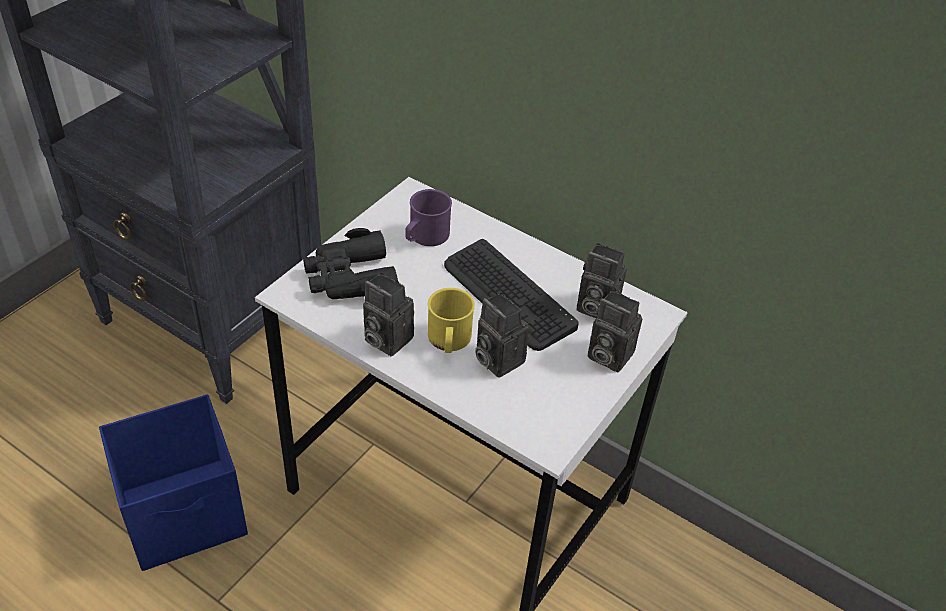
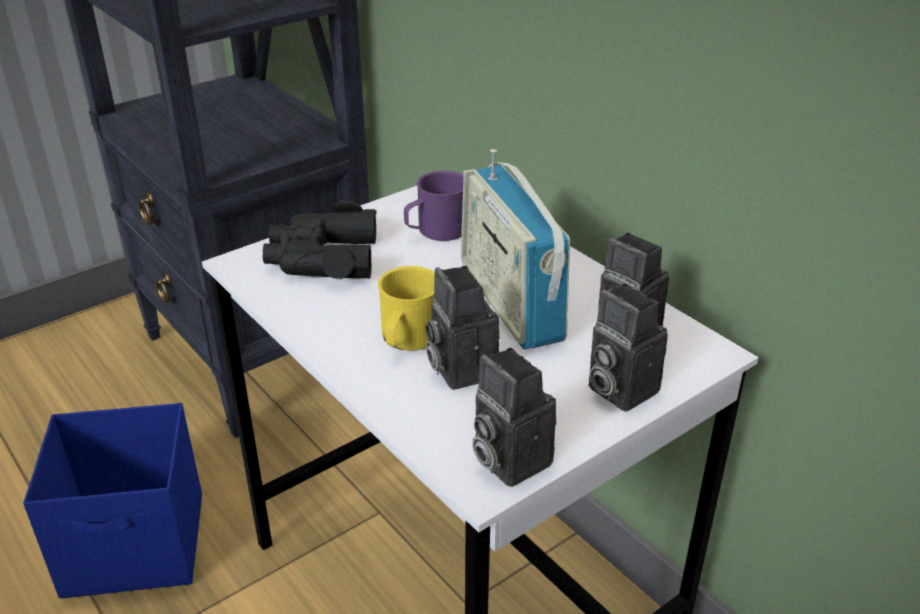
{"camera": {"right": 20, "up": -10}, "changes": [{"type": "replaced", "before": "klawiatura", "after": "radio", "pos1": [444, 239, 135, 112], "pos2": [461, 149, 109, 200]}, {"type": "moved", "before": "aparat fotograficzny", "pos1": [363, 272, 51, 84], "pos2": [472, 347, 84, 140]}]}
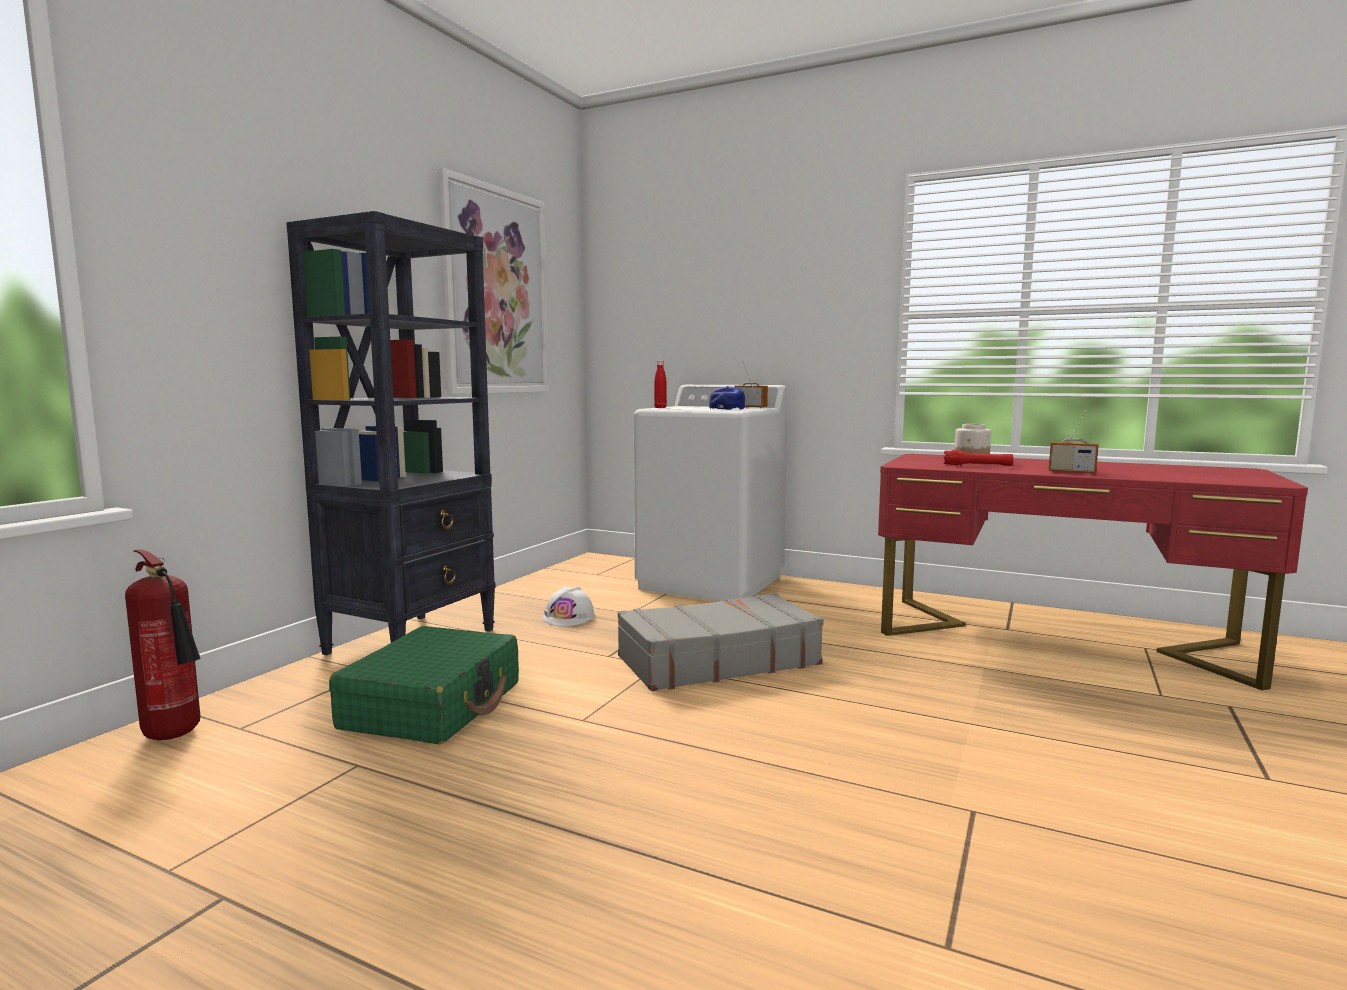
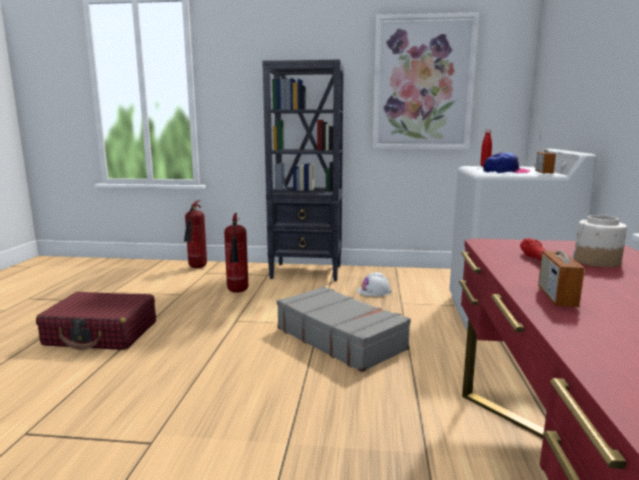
{"camera": {"right": 70, "up": 5}, "changes": [{"type": "added", "after": "walizka/czerwony", "pos2": [36, 292, 120, 58]}, {"type": "replaced", "before": "walizka/zielony", "after": "gaśnica", "pos1": [329, 626, 190, 118], "pos2": [224, 213, 24, 80]}]}
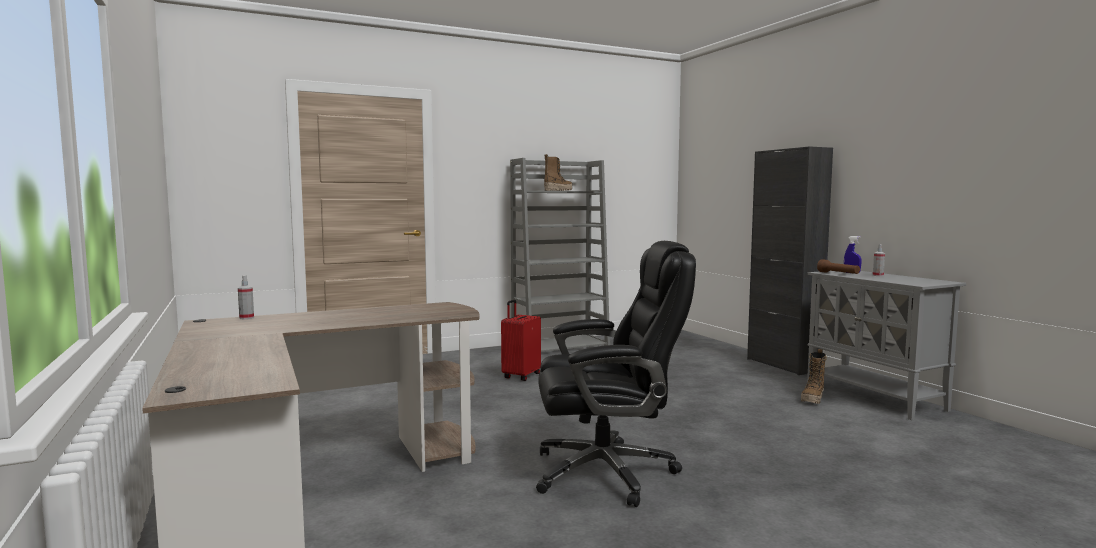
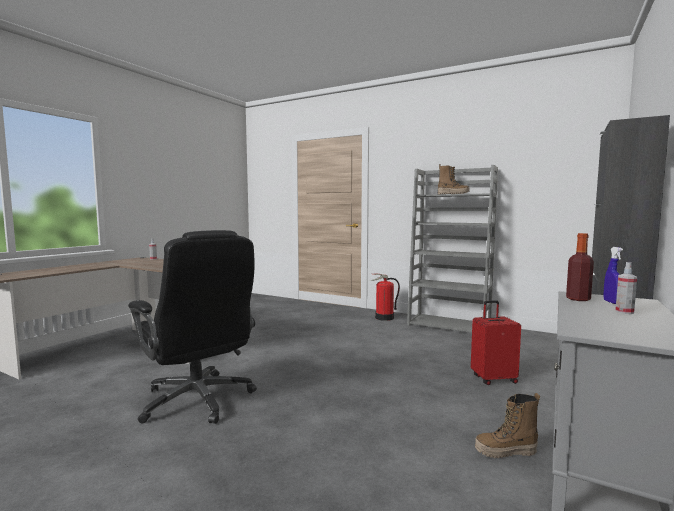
{"camera": {"right": 55, "up": 0}, "changes": [{"type": "added", "after": "gaśnica", "pos2": [370, 274, 30, 47]}, {"type": "moved", "before": "walizka/czerwony", "pos1": [501, 300, 40, 81], "pos2": [471, 300, 50, 85]}, {"type": "replaced", "before": "latarka/brązowy", "after": "butelka", "pos1": [817, 259, 43, 15], "pos2": [566, 233, 28, 68]}]}
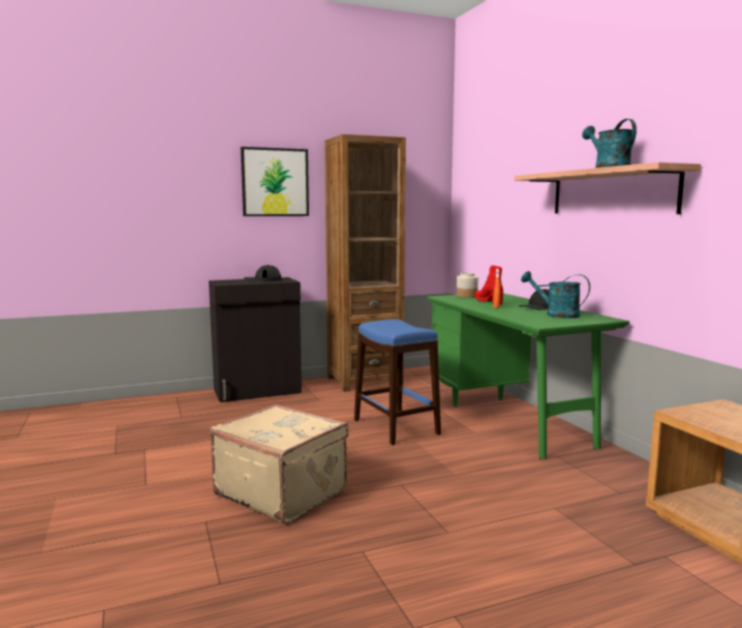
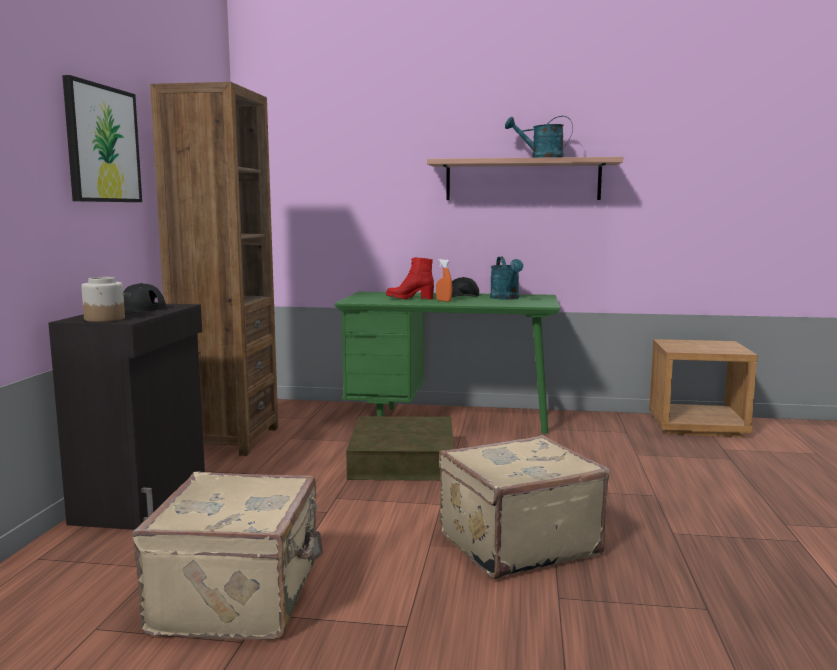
{"camera": {"right": -60, "up": 0}, "changes": [{"type": "moved", "before": "słoik", "pos1": [456, 273, 22, 25], "pos2": [81, 277, 44, 45]}, {"type": "added", "after": "walizka/beżowy", "pos2": [132, 472, 191, 168]}, {"type": "replaced", "before": "stołek/niebieski", "after": "pojemnik do przechowywania/brązowy", "pos1": [354, 319, 87, 126], "pos2": [346, 416, 108, 65]}, {"type": "turned", "before": "konewka/turkusowy", "pos1": [521, 271, 69, 47], "pos2": [490, 257, 33, 43], "turn": -75}]}
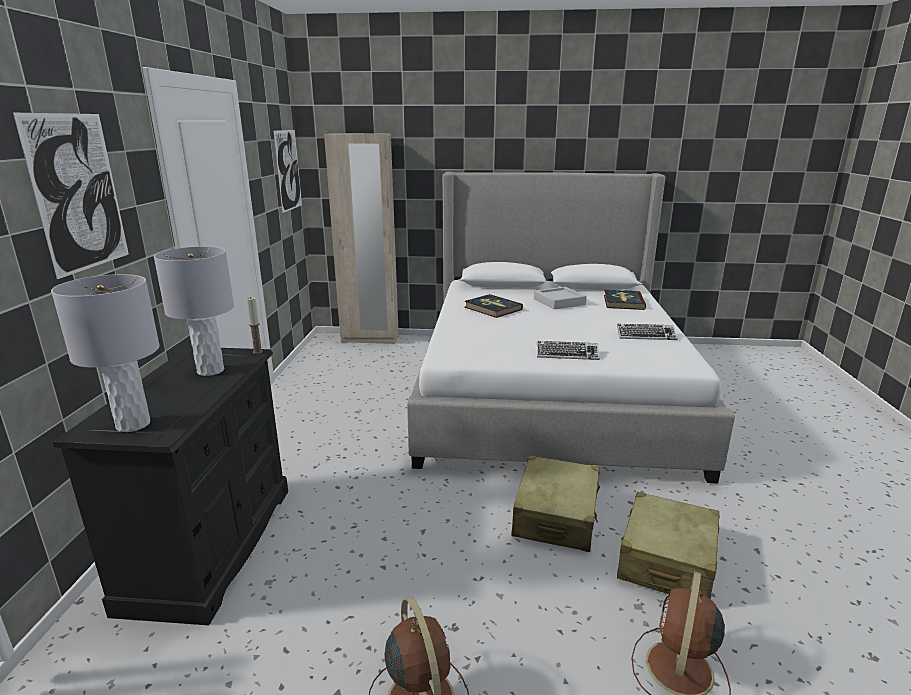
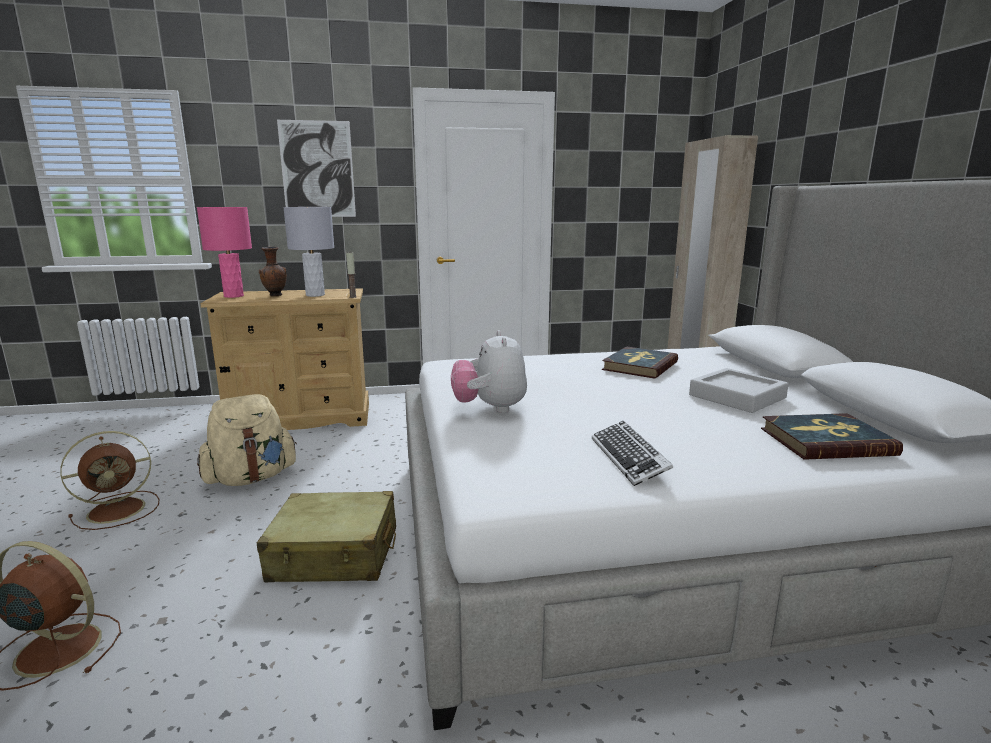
{"camera": {"right": 75, "up": -5}, "changes": [{"type": "recoloured", "before": "lampa stołowa/szary", "after": "lampa stołowa/różowy", "pos1": [51, 274, 109, 158], "pos2": [197, 207, 55, 91]}, {"type": "added", "after": "plecak/beżowy", "pos2": [197, 394, 100, 92]}, {"type": "recoloured", "before": "komoda/czarny", "after": "komoda/beżowy", "pos1": [53, 347, 235, 278], "pos2": [201, 288, 168, 142]}, {"type": "added", "after": "wazon/brązowy", "pos2": [259, 247, 28, 50]}, {"type": "replaced", "before": "klawiatura", "after": "pluszak", "pos1": [537, 341, 63, 19], "pos2": [451, 330, 76, 83]}, {"type": "removed", "before": "obraz", "pos1": [273, 130, 29, 83]}, {"type": "removed", "before": "walizka/beżowy", "pos1": [617, 492, 103, 107]}]}
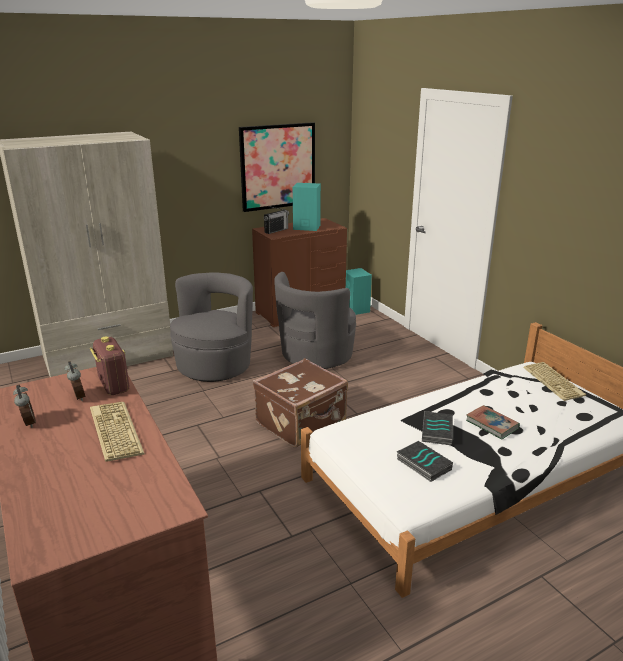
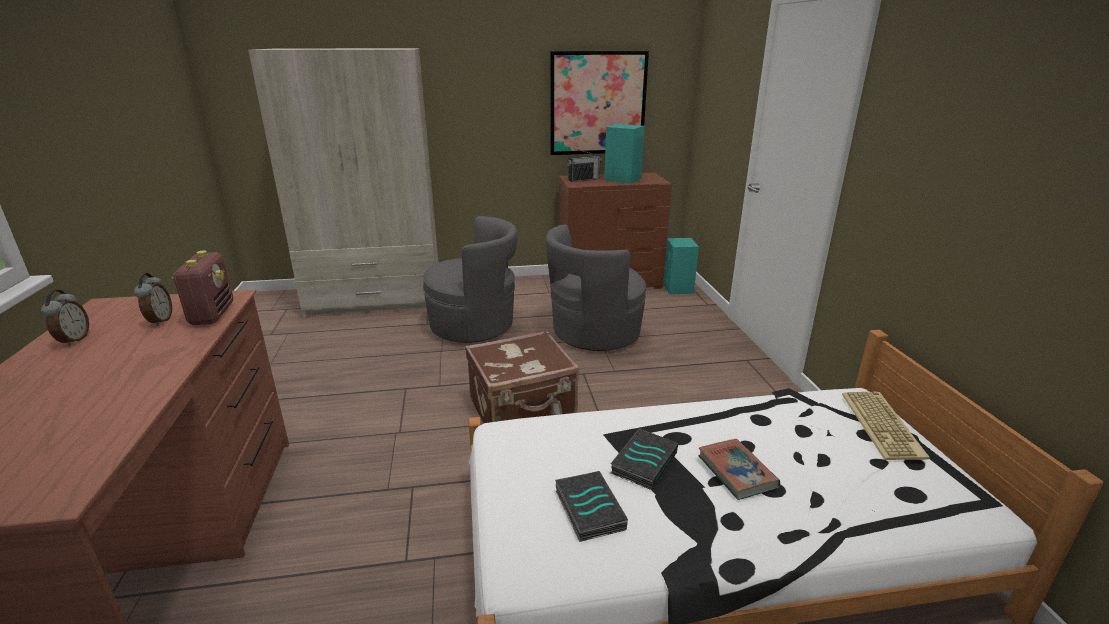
{"camera": {"right": 20, "up": 0}, "changes": [{"type": "turned", "before": "fotel/szary", "pos1": [170, 272, 83, 110], "pos2": [423, 216, 95, 127], "turn": 45}, {"type": "removed", "before": "klawiatura", "pos1": [90, 402, 55, 60]}]}
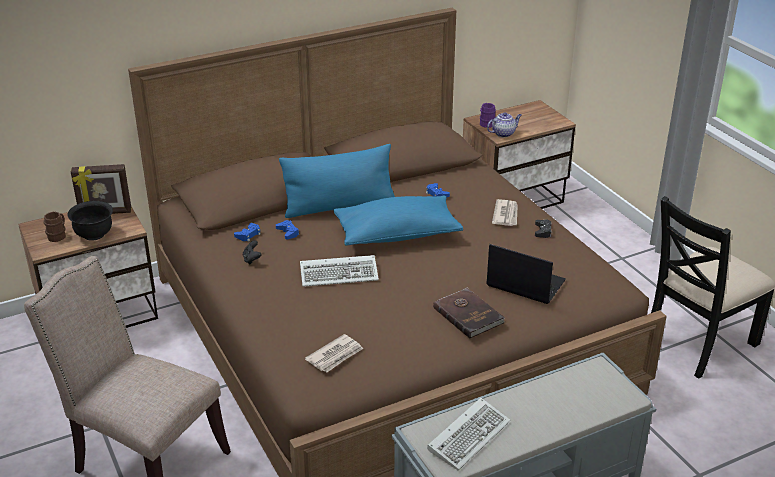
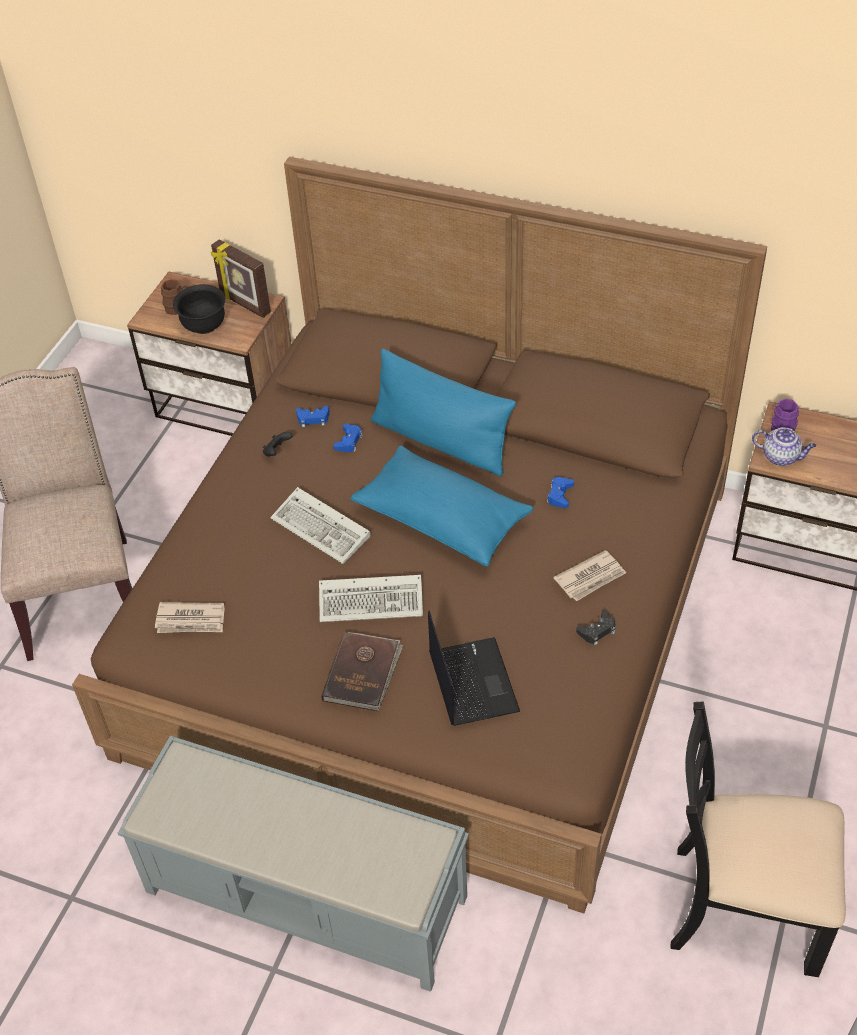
{"camera": {"right": 50, "up": 15}, "changes": [{"type": "moved", "before": "klawiatura", "pos1": [427, 398, 84, 73], "pos2": [319, 575, 104, 47]}]}
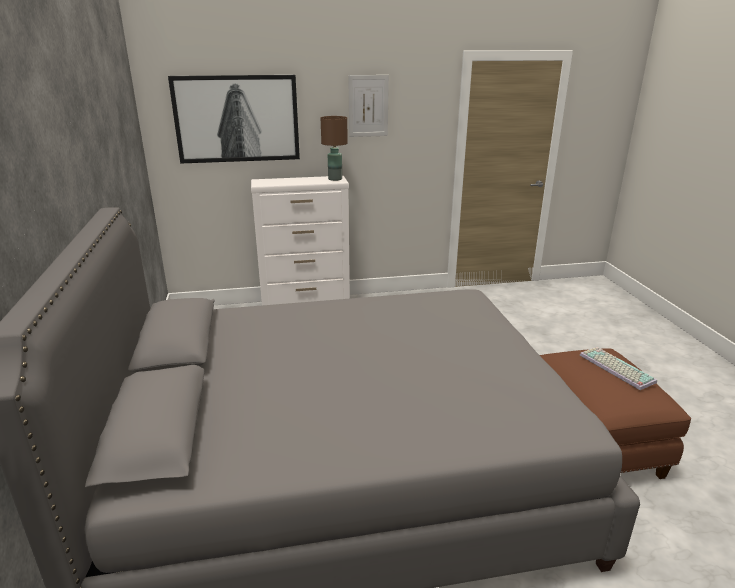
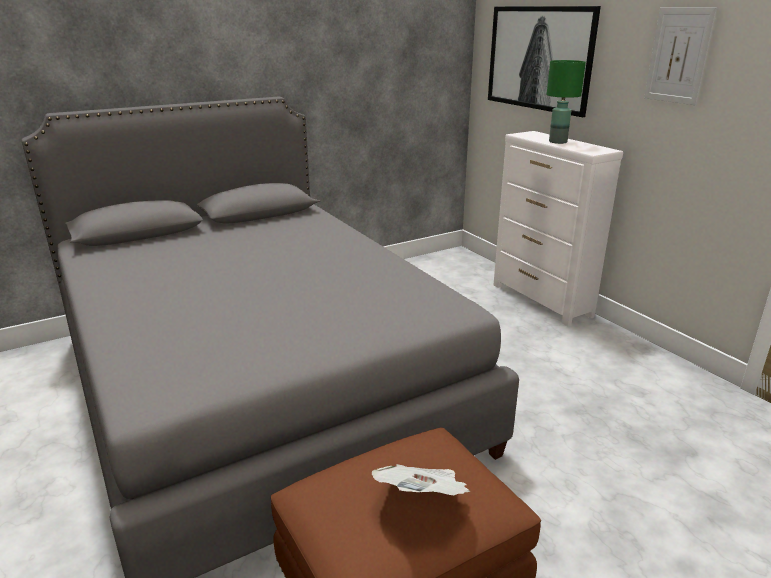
{"camera": {"right": 70, "up": 0}, "changes": [{"type": "replaced", "before": "klawiatura", "after": "gazeta", "pos1": [579, 347, 78, 43], "pos2": [372, 464, 98, 31]}, {"type": "added", "after": "lampa stołowa/zielony", "pos2": [547, 60, 39, 84]}, {"type": "removed", "before": "lampa stołowa/brązowy", "pos1": [321, 116, 27, 65]}]}
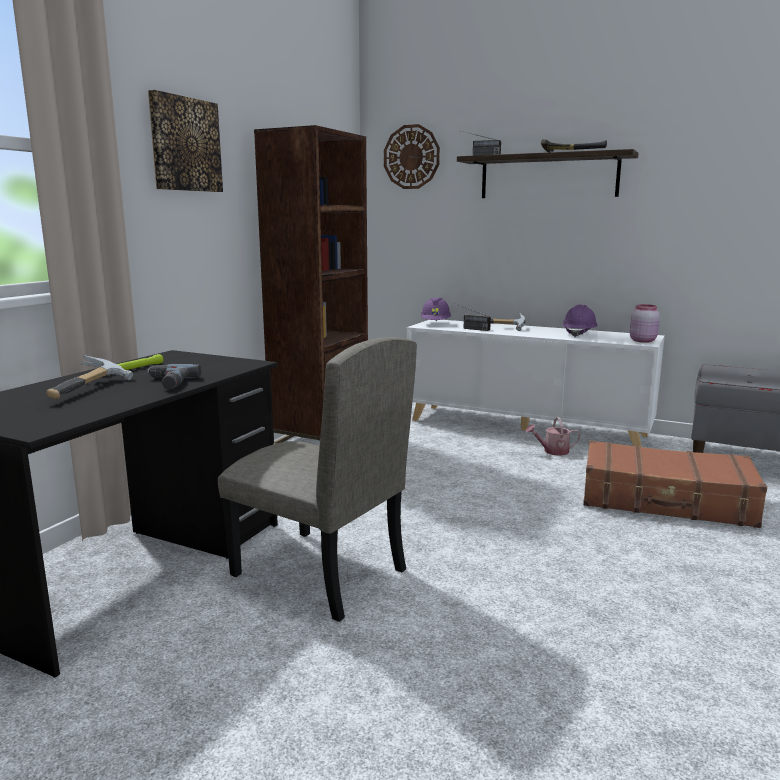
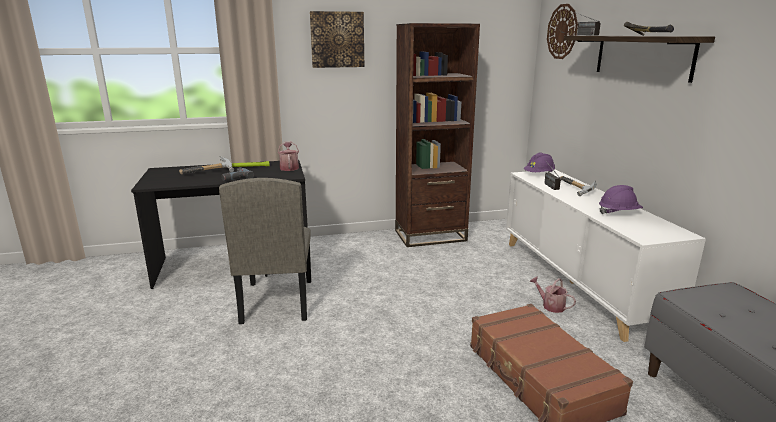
{"camera": {"right": 50, "up": 5}, "changes": [{"type": "added", "after": "konewka", "pos2": [278, 141, 21, 30]}, {"type": "removed", "before": "słoik/różowy", "pos1": [630, 304, 30, 39]}]}
